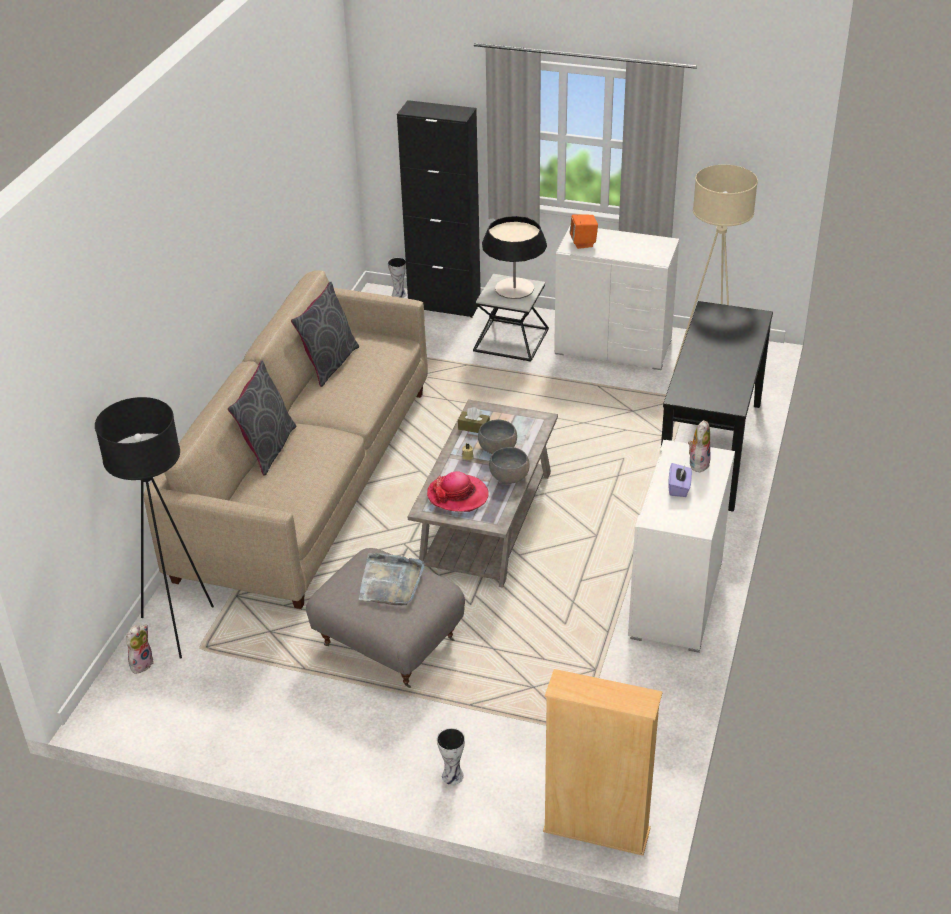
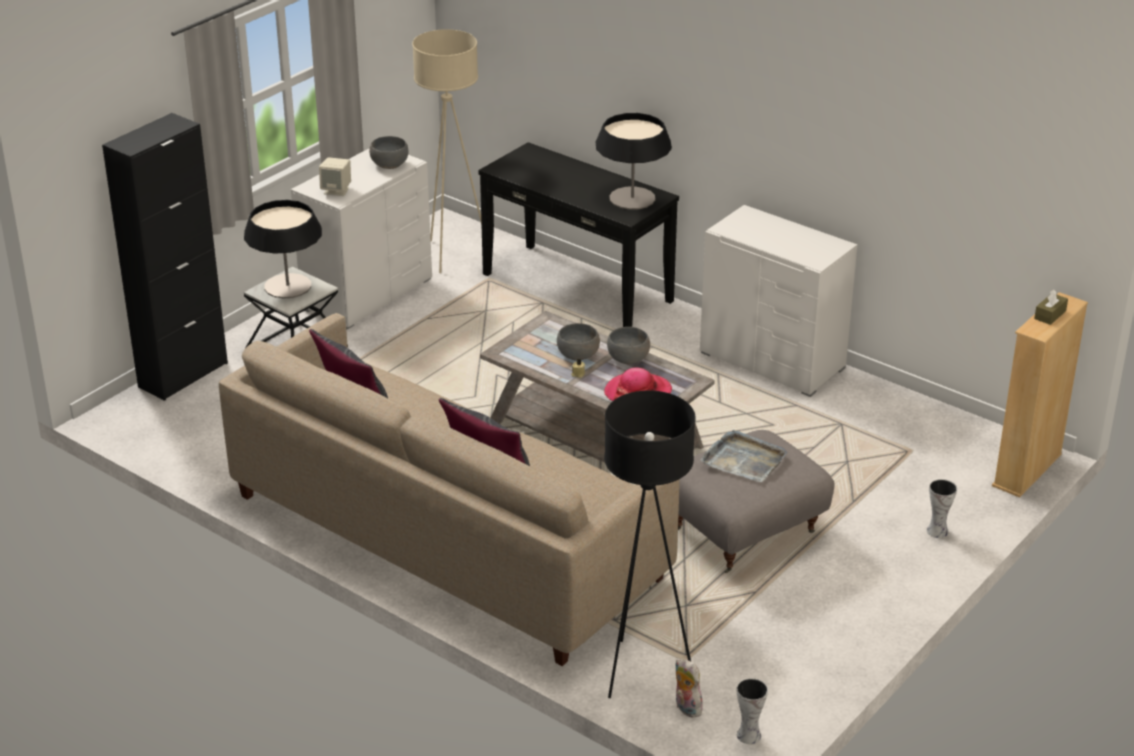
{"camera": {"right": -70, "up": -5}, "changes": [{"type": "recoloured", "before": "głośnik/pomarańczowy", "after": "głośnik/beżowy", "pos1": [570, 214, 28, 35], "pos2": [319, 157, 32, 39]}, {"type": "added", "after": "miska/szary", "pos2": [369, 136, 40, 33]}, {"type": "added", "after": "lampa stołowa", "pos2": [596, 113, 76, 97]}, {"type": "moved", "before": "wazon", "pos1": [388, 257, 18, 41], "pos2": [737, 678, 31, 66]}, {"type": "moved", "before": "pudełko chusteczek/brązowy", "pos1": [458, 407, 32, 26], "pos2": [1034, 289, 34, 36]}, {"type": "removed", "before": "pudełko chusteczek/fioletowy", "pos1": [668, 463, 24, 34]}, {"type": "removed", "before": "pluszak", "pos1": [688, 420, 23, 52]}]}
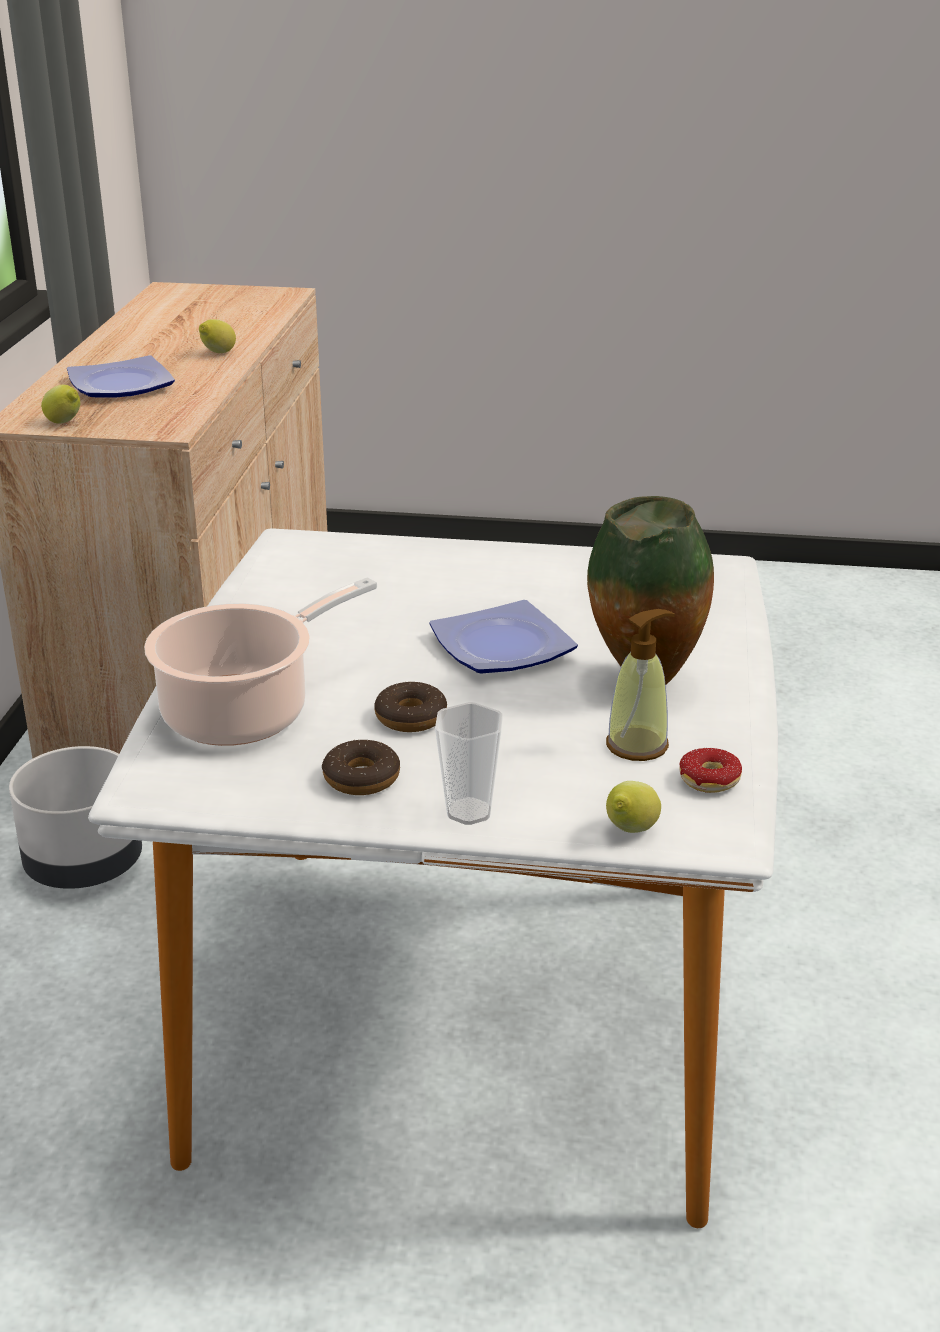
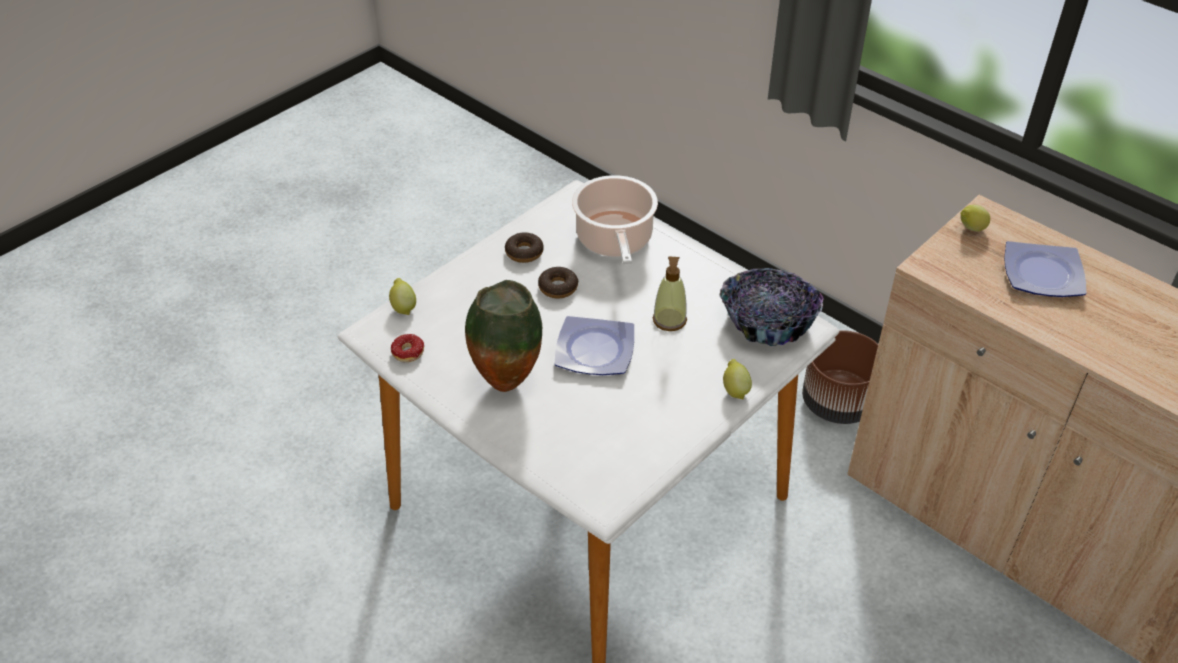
{"camera": {"right": 125, "up": 15}, "changes": [{"type": "moved", "before": "dozownik mydła", "pos1": [606, 609, 69, 152], "pos2": [652, 256, 35, 75]}, {"type": "added", "after": "miska", "pos2": [719, 268, 105, 78]}, {"type": "moved", "before": "cytryna", "pos1": [199, 319, 37, 34], "pos2": [723, 359, 29, 41]}, {"type": "recoloured", "before": "donica/szary", "after": "donica/brązowy", "pos1": [9, 746, 133, 143], "pos2": [802, 330, 76, 94]}, {"type": "removed", "before": "filiżanka", "pos1": [435, 702, 68, 123]}]}
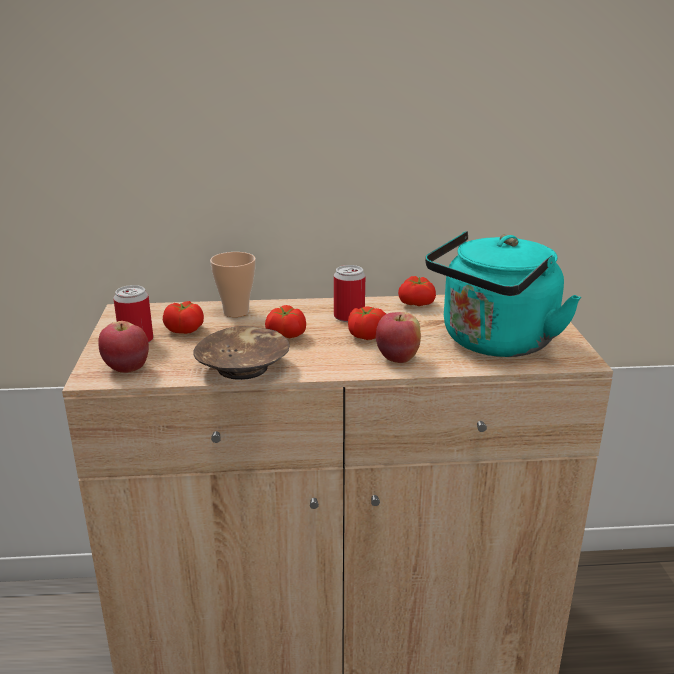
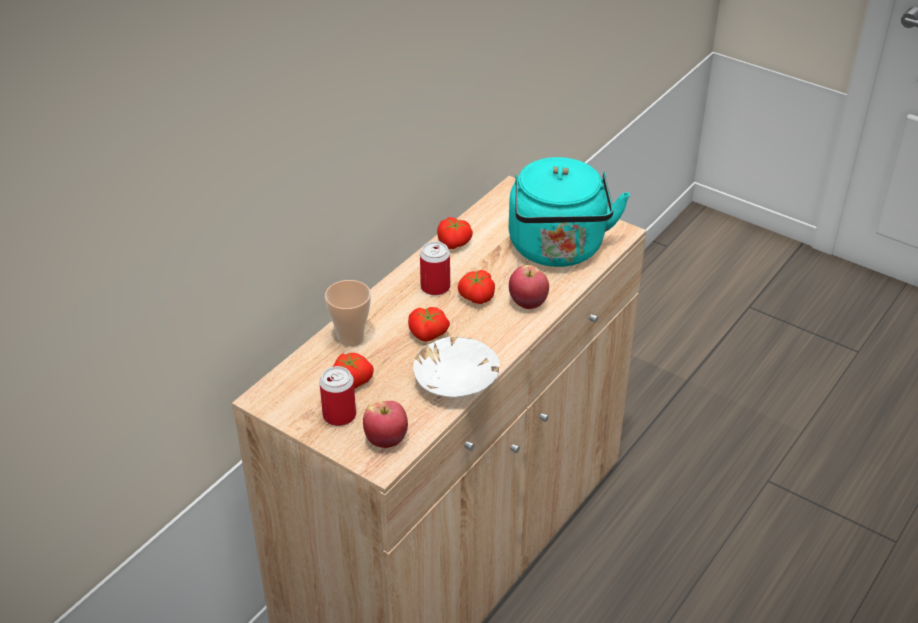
{"camera": {"right": -50, "up": 15}, "changes": [{"type": "recoloured", "before": "miska/brązowy", "after": "miska/biały", "pos1": [193, 326, 96, 54], "pos2": [413, 337, 87, 61]}]}
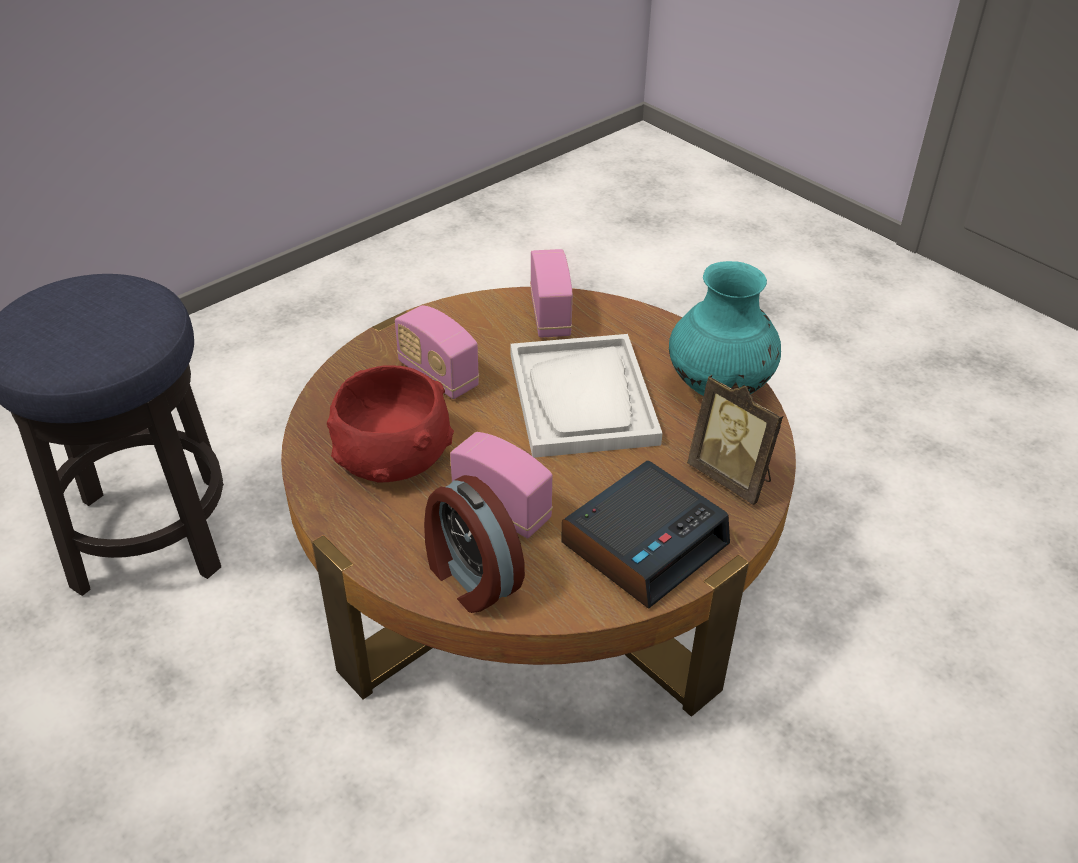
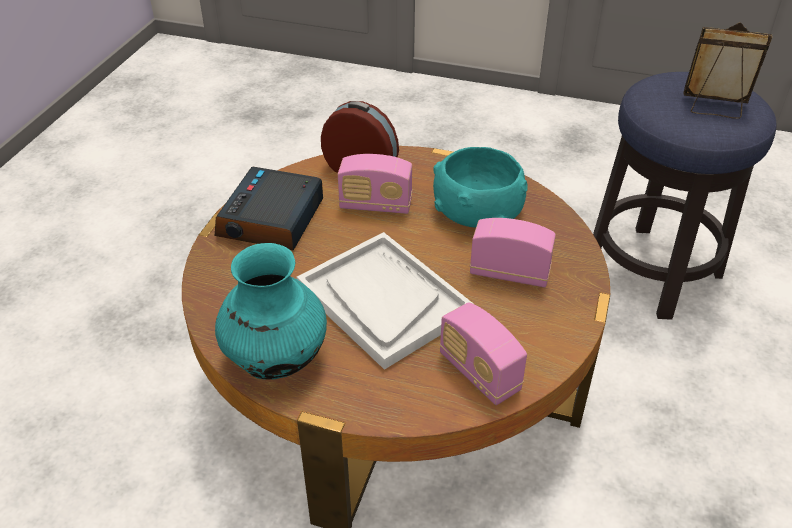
{"camera": {"right": 150, "up": 0}, "changes": [{"type": "recoloured", "before": "miska/czerwony", "after": "miska/turkusowy", "pos1": [327, 365, 127, 118], "pos2": [433, 147, 95, 81]}, {"type": "moved", "before": "ramka na zdjęcie", "pos1": [687, 375, 96, 130], "pos2": [683, 22, 89, 97]}]}
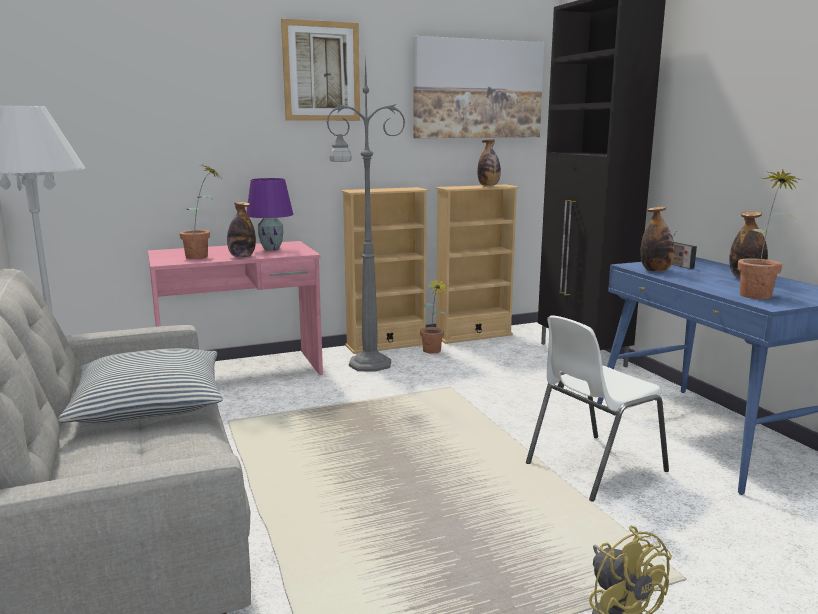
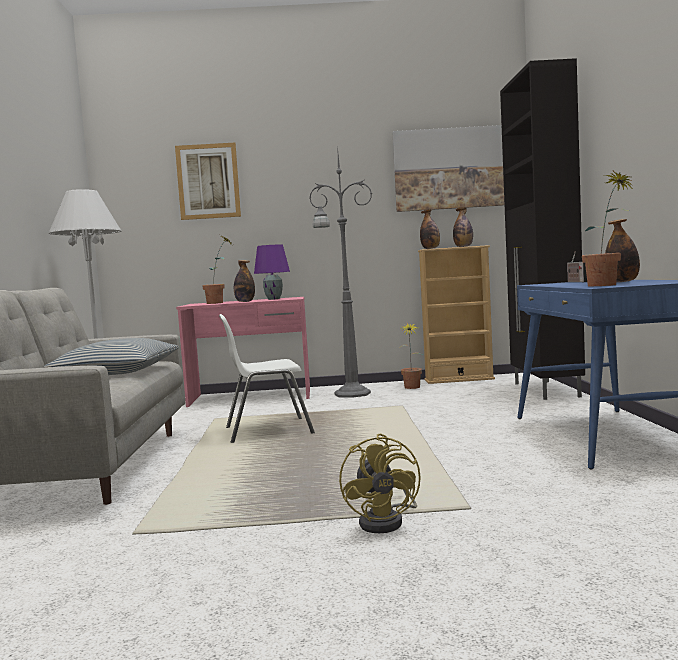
{"camera": {"right": 20, "up": -10}, "changes": [{"type": "moved", "before": "obraz", "pos1": [281, 19, 79, 102], "pos2": [175, 142, 66, 78]}, {"type": "moved", "before": "krzesło/biały", "pos1": [526, 315, 143, 187], "pos2": [219, 314, 96, 129]}, {"type": "moved", "before": "butelka", "pos1": [640, 206, 35, 66], "pos2": [420, 209, 20, 40]}, {"type": "removed", "before": "regał/beżowy", "pos1": [342, 187, 87, 167]}]}
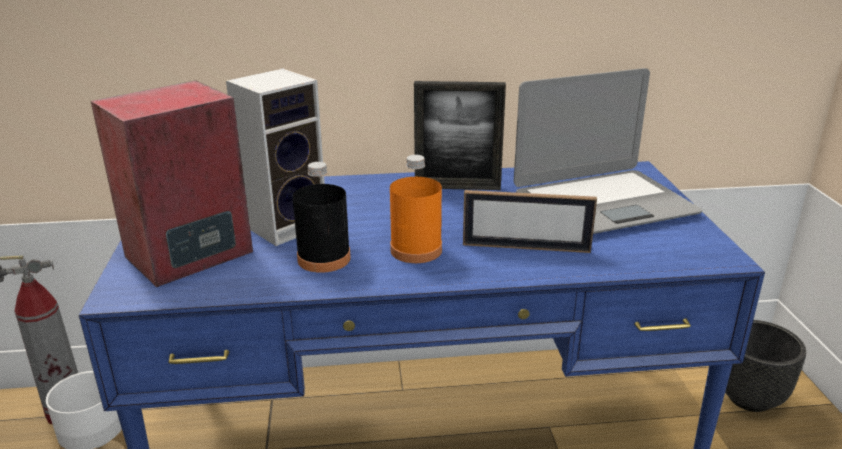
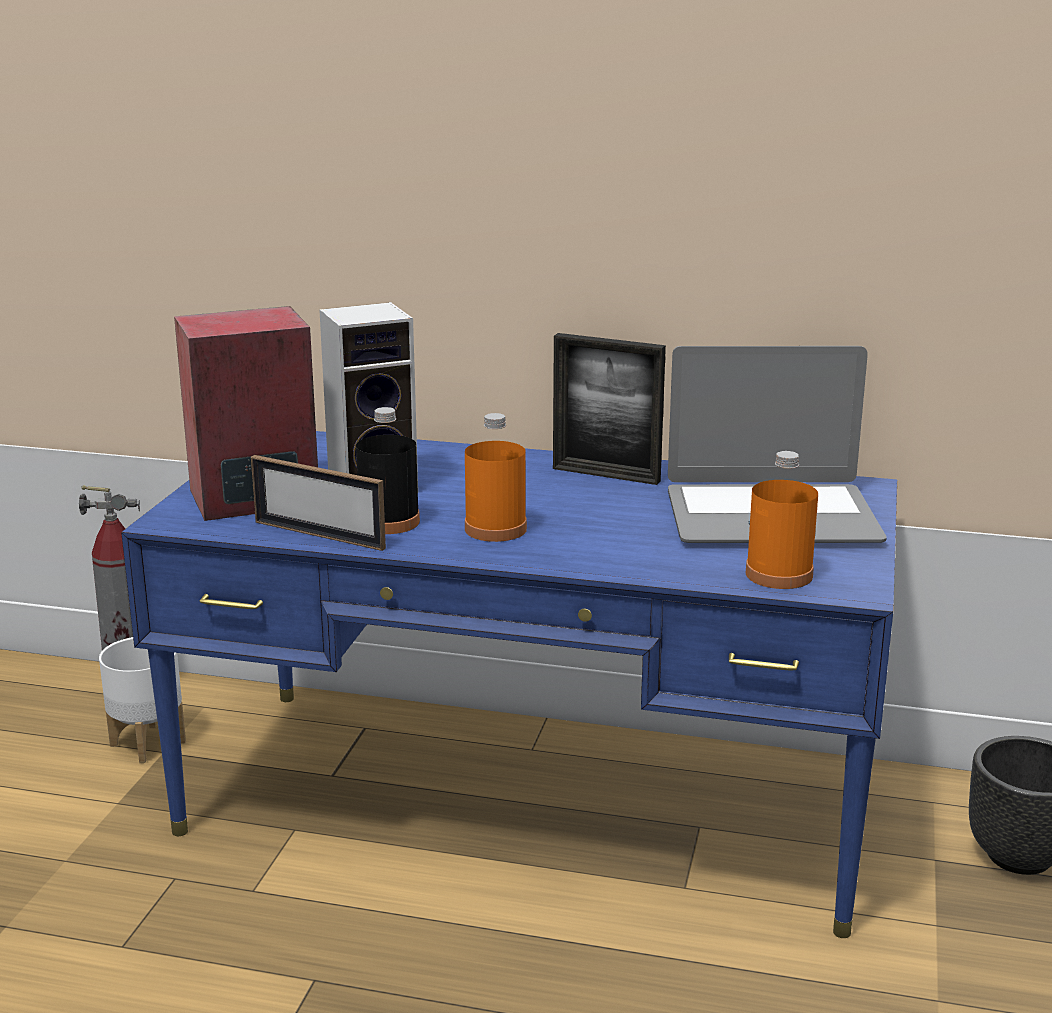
{"camera": {"right": 20, "up": -5}, "changes": [{"type": "moved", "before": "ramka na zdjęcie", "pos1": [463, 190, 134, 63], "pos2": [251, 455, 135, 96]}, {"type": "added", "after": "butelka/pomarańczowy", "pos2": [746, 451, 72, 138]}]}
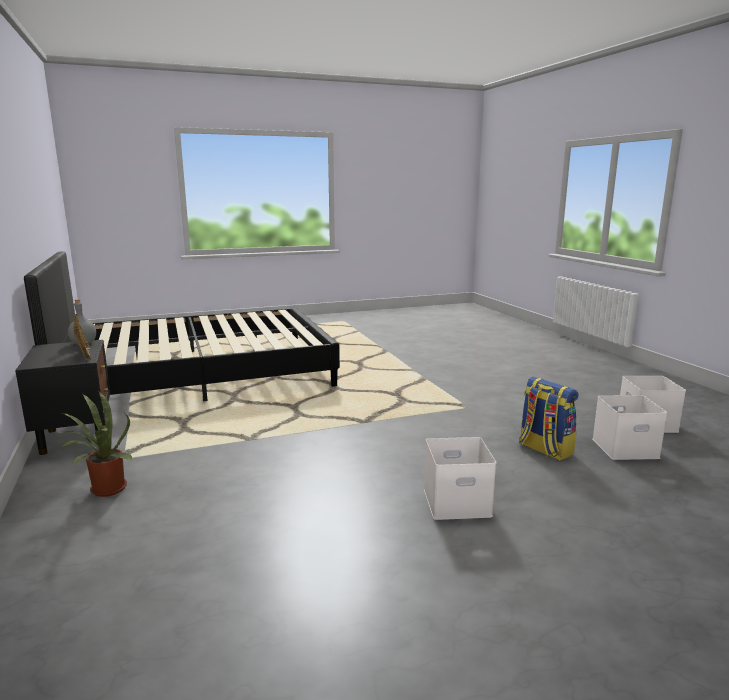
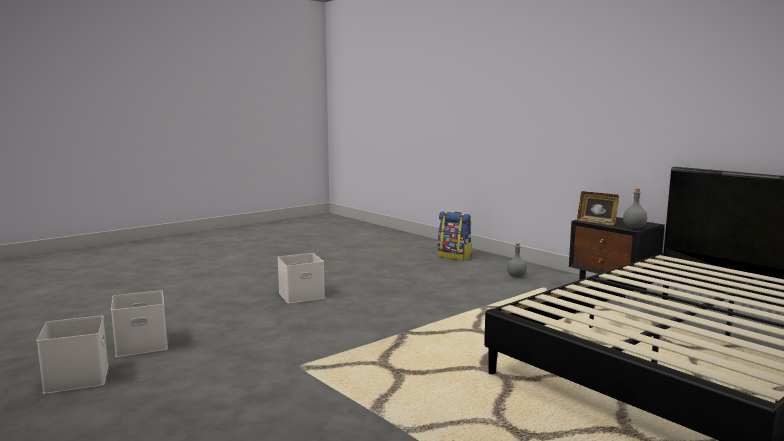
{"camera": {"right": 160, "up": -5}, "changes": [{"type": "moved", "before": "plecak", "pos1": [519, 377, 60, 84], "pos2": [437, 211, 35, 50]}, {"type": "replaced", "before": "roślina doniczkowa", "after": "butelka/szary", "pos1": [57, 392, 75, 105], "pos2": [507, 243, 20, 34]}]}
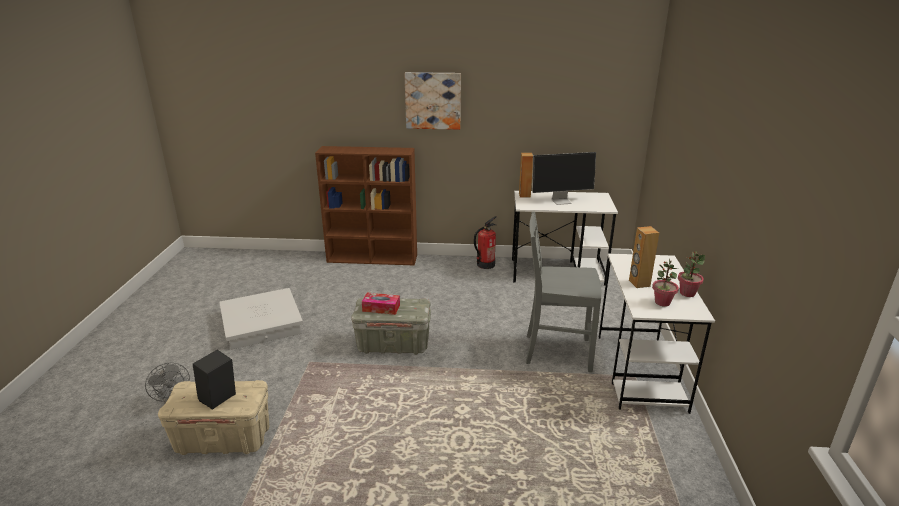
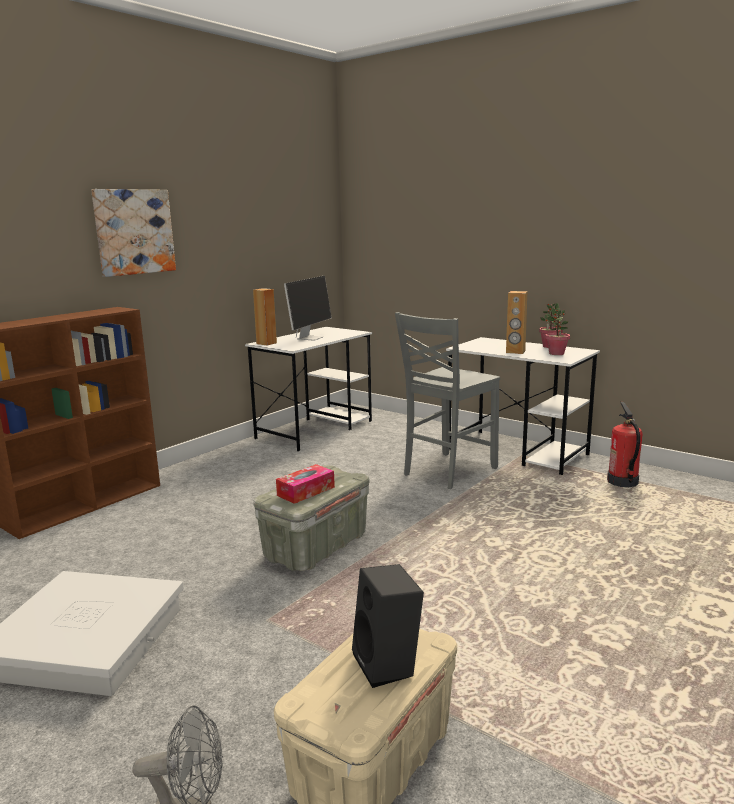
{"camera": {"right": -55, "up": -10}, "changes": [{"type": "moved", "before": "gaśnica", "pos1": [474, 216, 22, 53], "pos2": [607, 402, 36, 85]}]}
